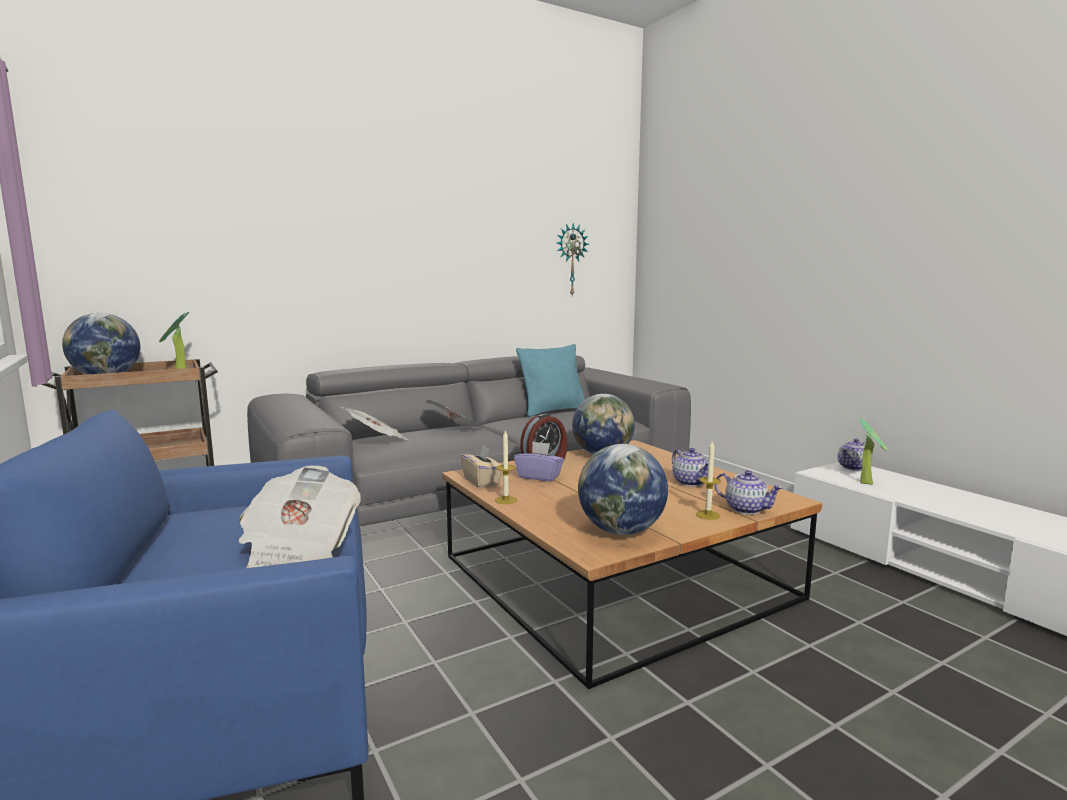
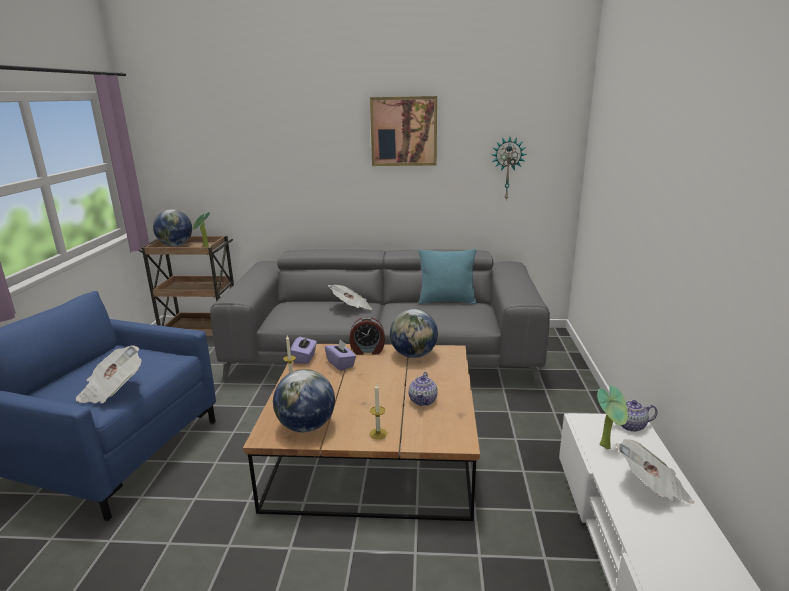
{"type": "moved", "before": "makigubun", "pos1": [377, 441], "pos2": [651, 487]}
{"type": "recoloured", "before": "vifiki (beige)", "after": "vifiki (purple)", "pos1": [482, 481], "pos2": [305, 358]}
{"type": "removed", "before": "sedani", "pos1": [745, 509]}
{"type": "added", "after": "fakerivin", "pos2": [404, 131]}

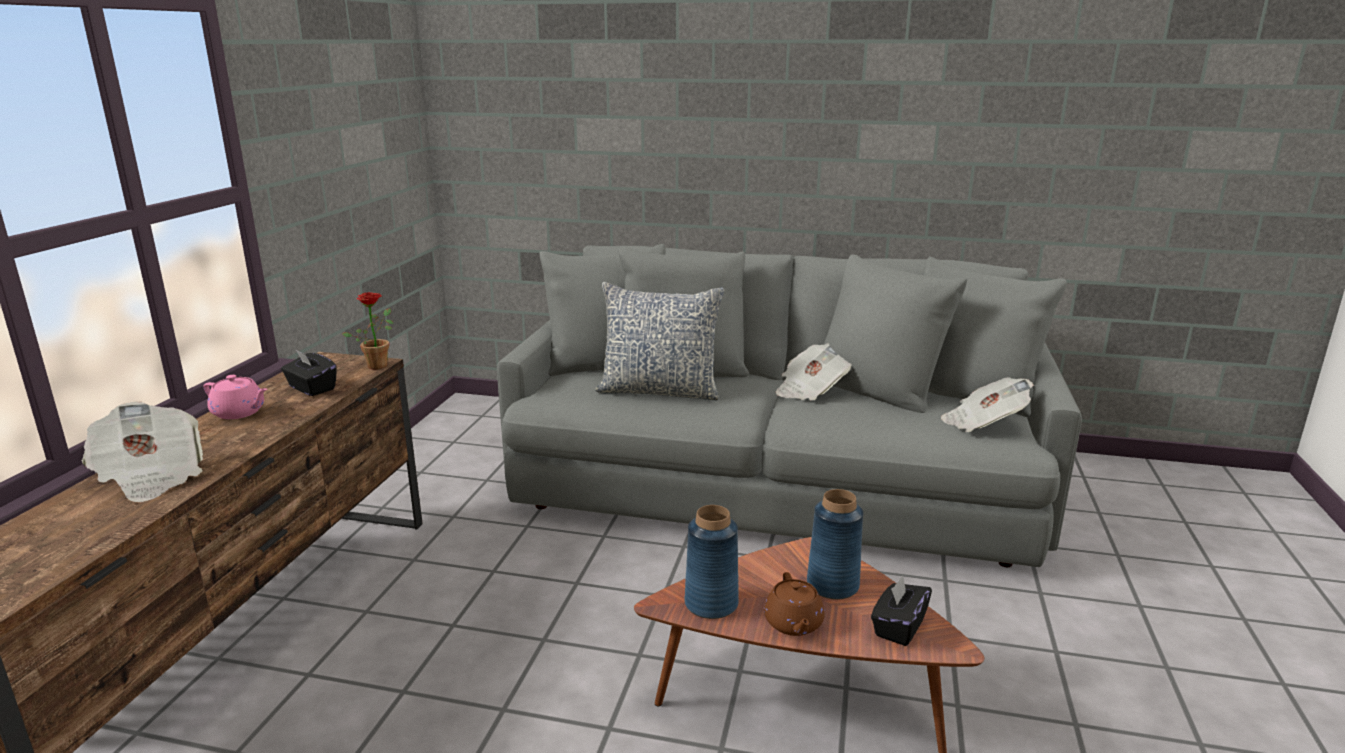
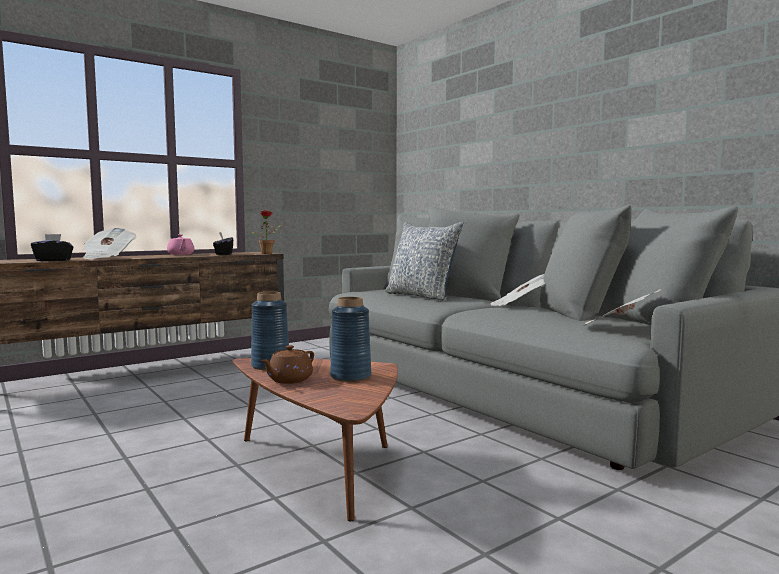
{"type": "moved", "before": "vifiki (black)", "pos1": [898, 627], "pos2": [53, 260]}

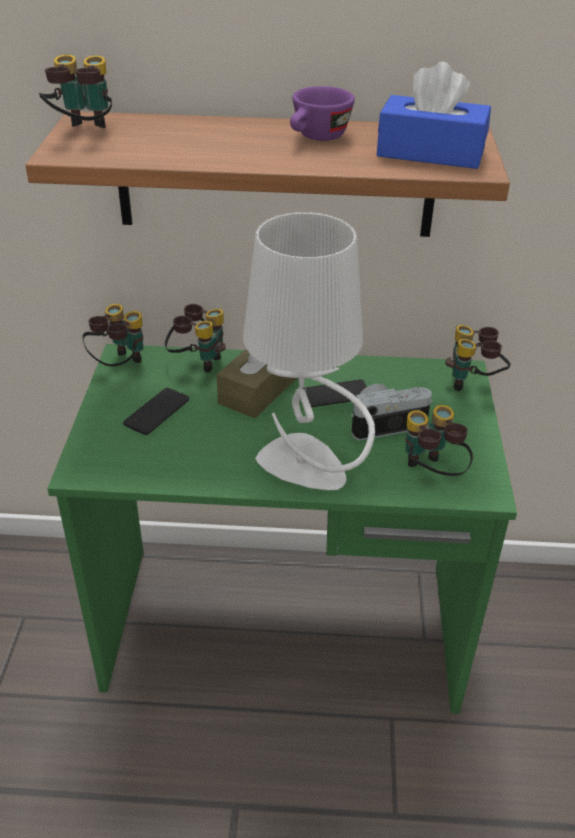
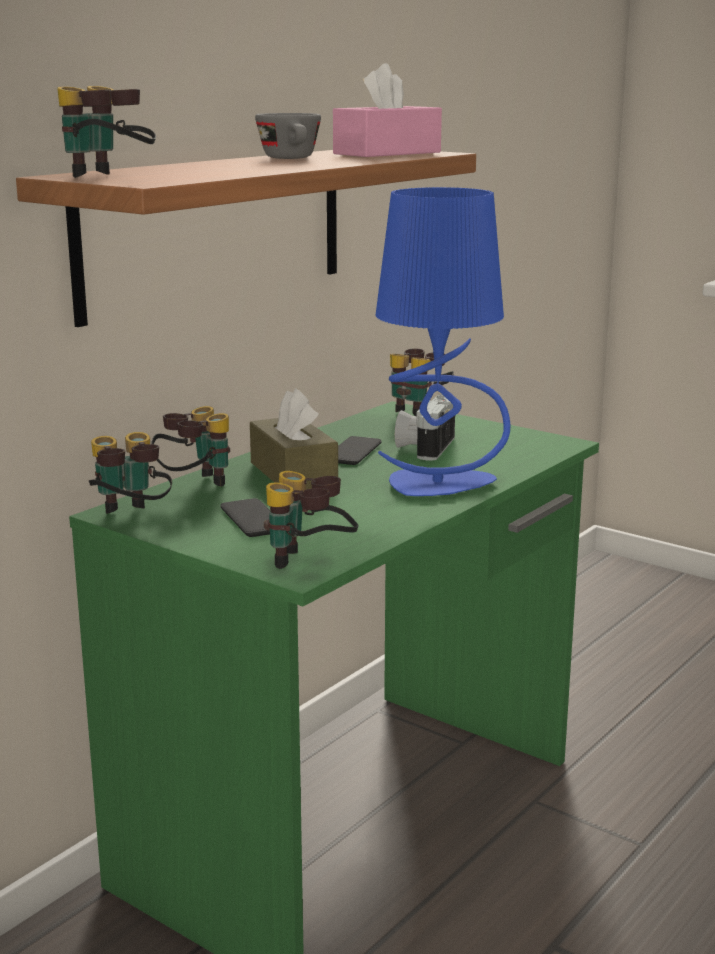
{"type": "recoloured", "before": "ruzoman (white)", "after": "ruzoman (blue)", "pos1": [304, 465], "pos2": [440, 485]}
{"type": "recoloured", "before": "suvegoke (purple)", "after": "suvegoke (grey)", "pos1": [317, 138], "pos2": [292, 158]}
{"type": "recoloured", "before": "vifiki (blue)", "after": "vifiki (pink)", "pos1": [430, 153], "pos2": [387, 153]}
{"type": "moved", "before": "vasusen", "pos1": [430, 474], "pos2": [310, 563]}

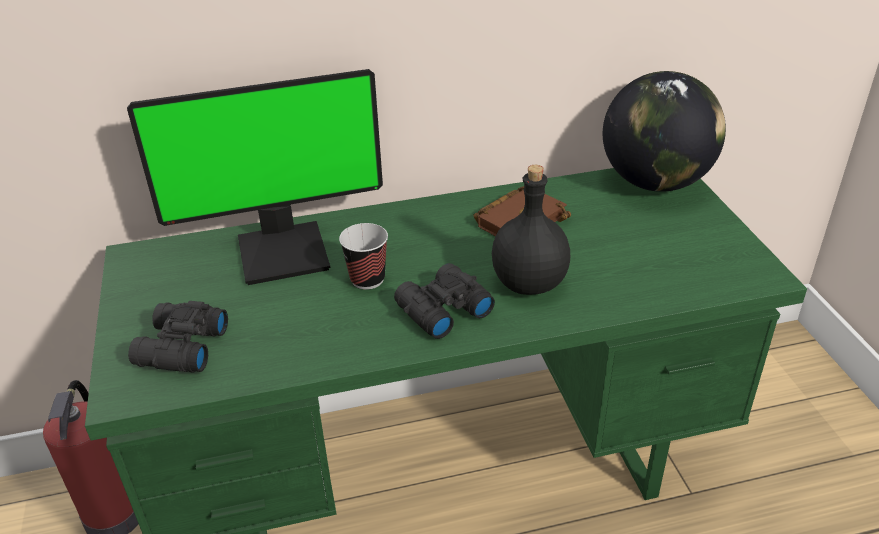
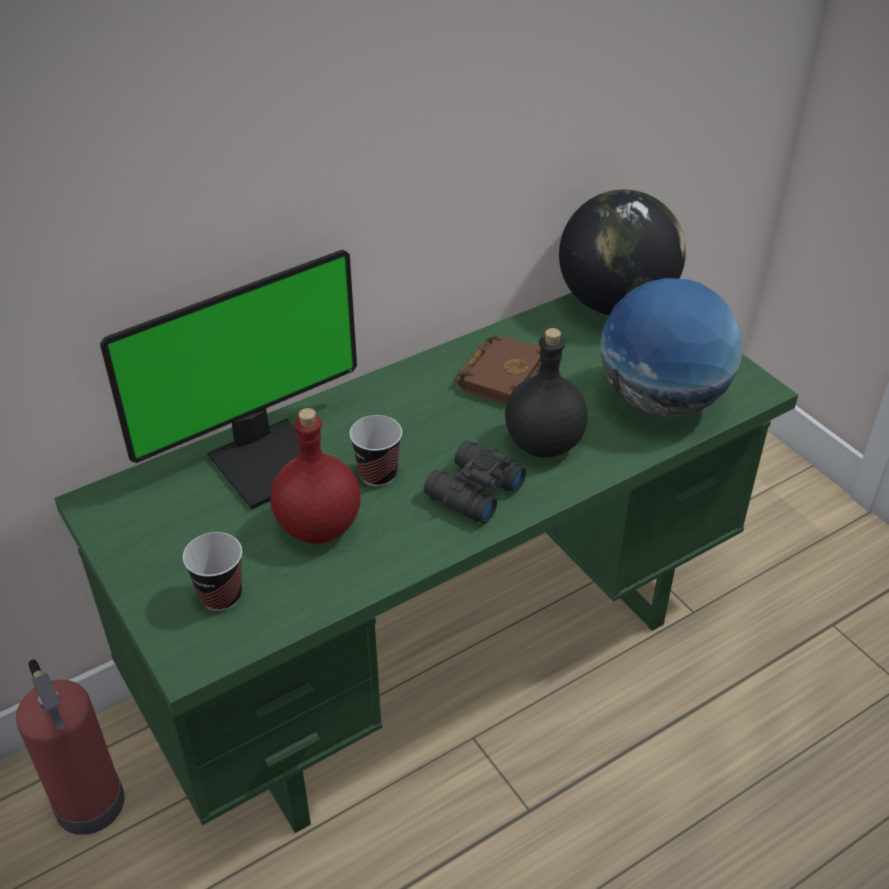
{"type": "replaced", "before": "vasusen (black)", "after": "suvegoke", "pos1": [180, 348], "pos2": [221, 596]}
{"type": "added", "after": "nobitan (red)", "pos2": [319, 527]}
{"type": "added", "after": "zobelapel", "pos2": [661, 401]}

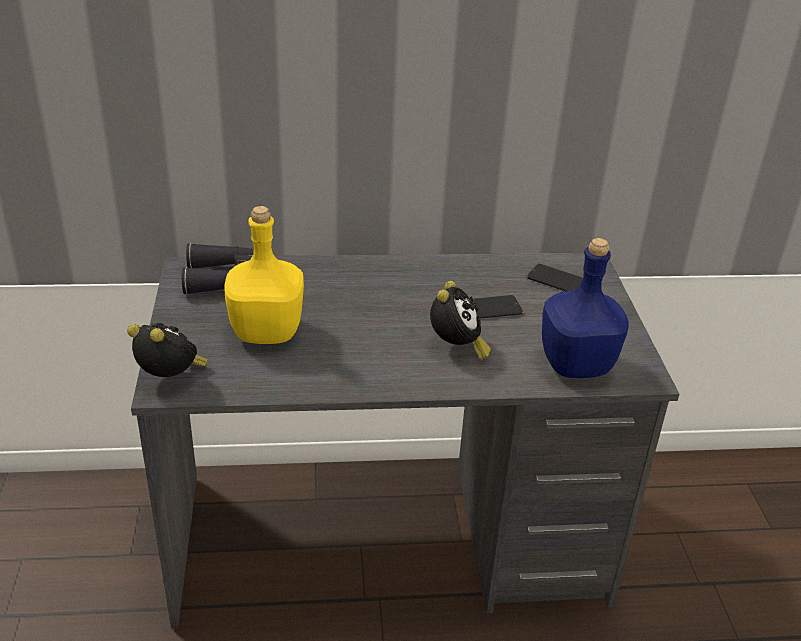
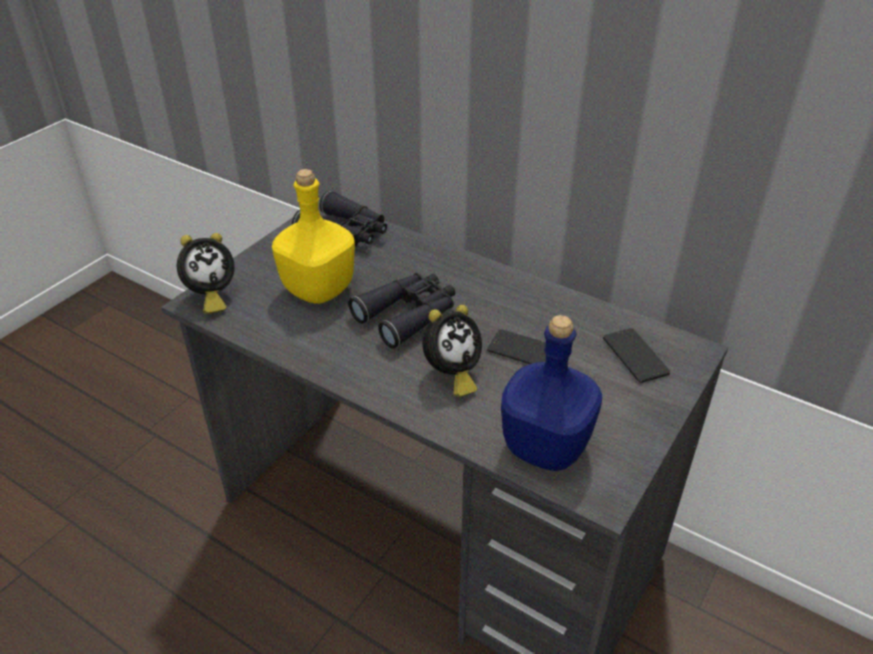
{"type": "turned", "before": "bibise", "pos1": [171, 379], "pos2": [210, 297], "turn": 75}
{"type": "added", "after": "vasusen (black)", "pos2": [408, 315]}

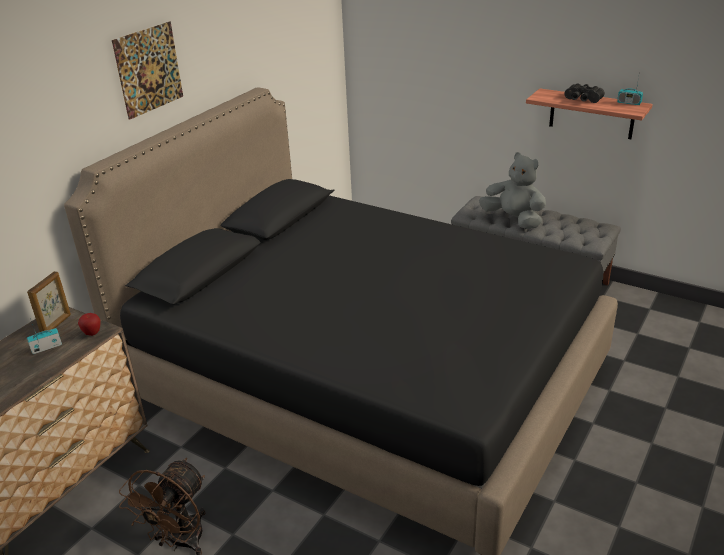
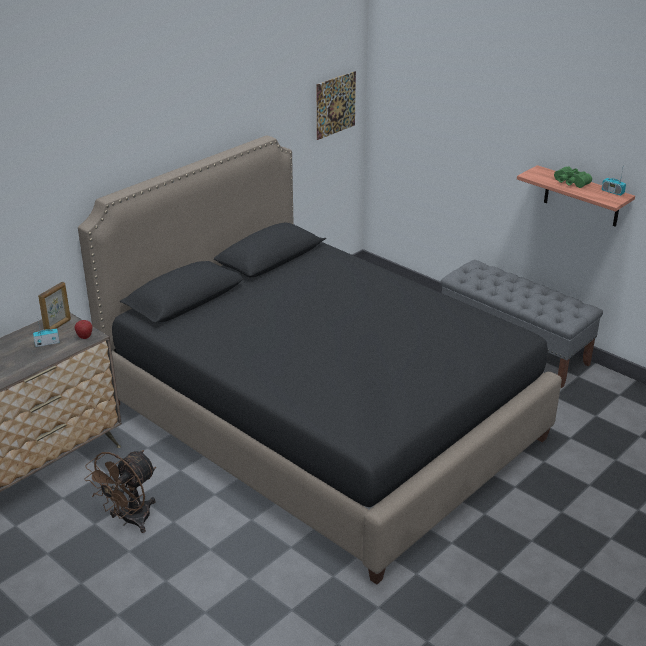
{"type": "moved", "before": "fakerivin", "pos1": [149, 70], "pos2": [335, 105]}
{"type": "removed", "before": "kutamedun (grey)", "pos1": [514, 219]}
{"type": "recoloured", "before": "vasusen (black)", "after": "vasusen (green)", "pos1": [582, 100], "pos2": [570, 183]}

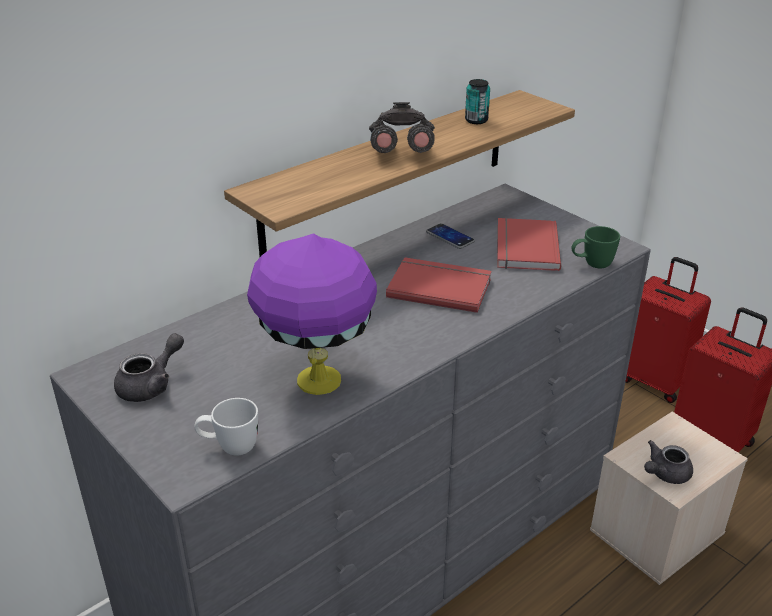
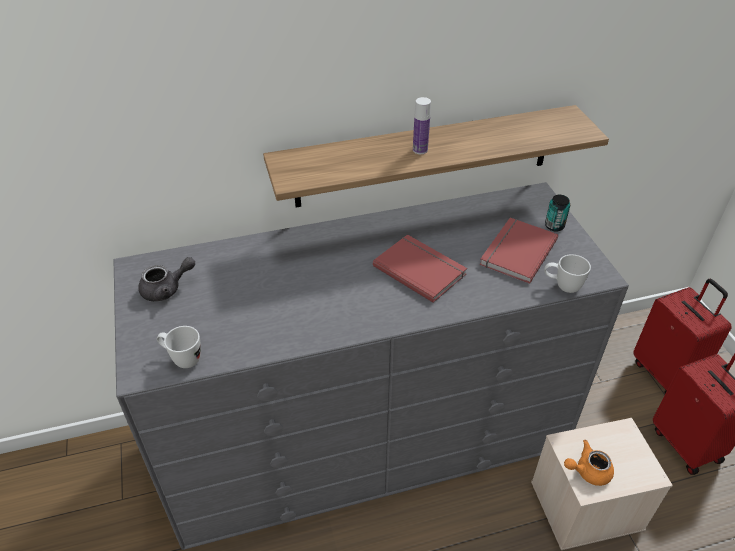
{"type": "removed", "before": "ruzoman (purple)", "pos1": [316, 381]}
{"type": "replaced", "before": "vasusen (grey)", "after": "nobitan", "pos1": [400, 153], "pos2": [420, 150]}
{"type": "removed", "before": "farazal", "pos1": [450, 237]}
{"type": "moved", "before": "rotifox", "pos1": [476, 120], "pos2": [554, 226]}
{"type": "recoloured", "before": "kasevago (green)", "after": "kasevago (white)", "pos1": [591, 265], "pos2": [562, 286]}
{"type": "recoloured", "before": "sedani (grey)", "after": "sedani (orange)", "pos1": [665, 474], "pos2": [588, 471]}

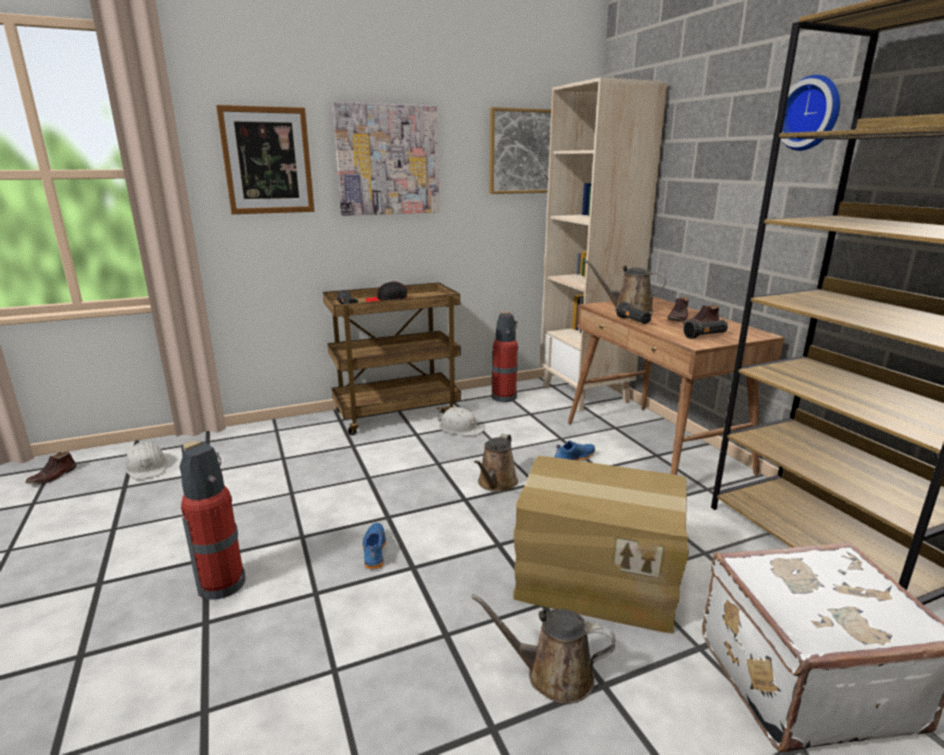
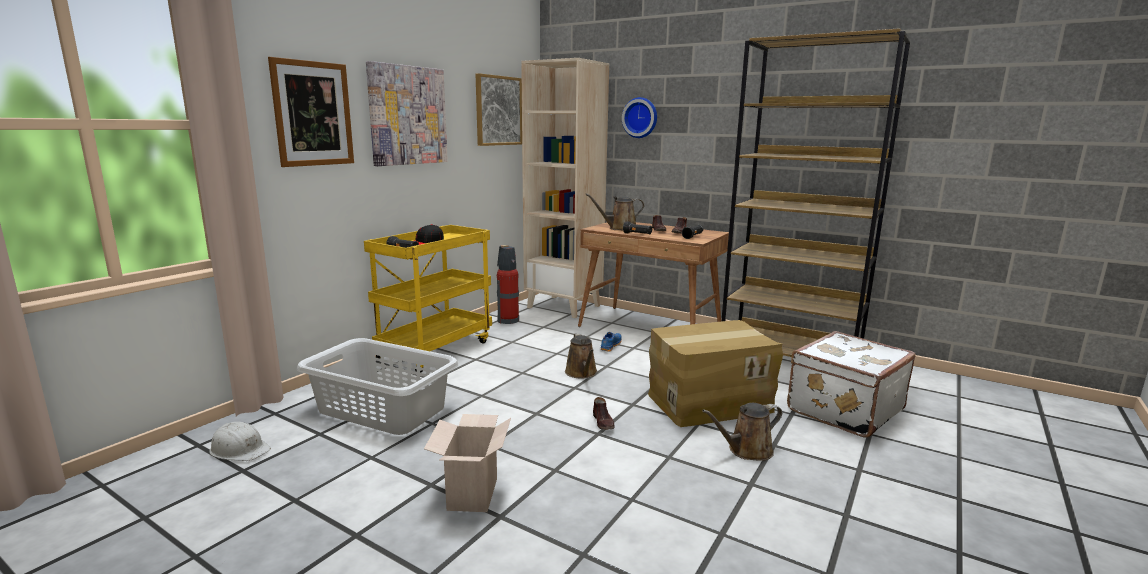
{"type": "moved", "before": "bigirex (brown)", "pos1": [53, 476], "pos2": [603, 422]}
{"type": "replaced", "before": "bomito", "after": "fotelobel", "pos1": [220, 583], "pos2": [471, 492]}
{"type": "recoloured", "before": "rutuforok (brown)", "after": "rutuforok (yellow)", "pos1": [397, 413], "pos2": [435, 349]}
{"type": "removed", "before": "bigirex (blue)", "pos1": [373, 551]}
{"type": "removed", "before": "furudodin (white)", "pos1": [460, 428]}
{"type": "moved", "before": "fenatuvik", "pos1": [811, 113], "pos2": [640, 117]}
{"type": "added", "after": "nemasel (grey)", "pos2": [382, 409]}

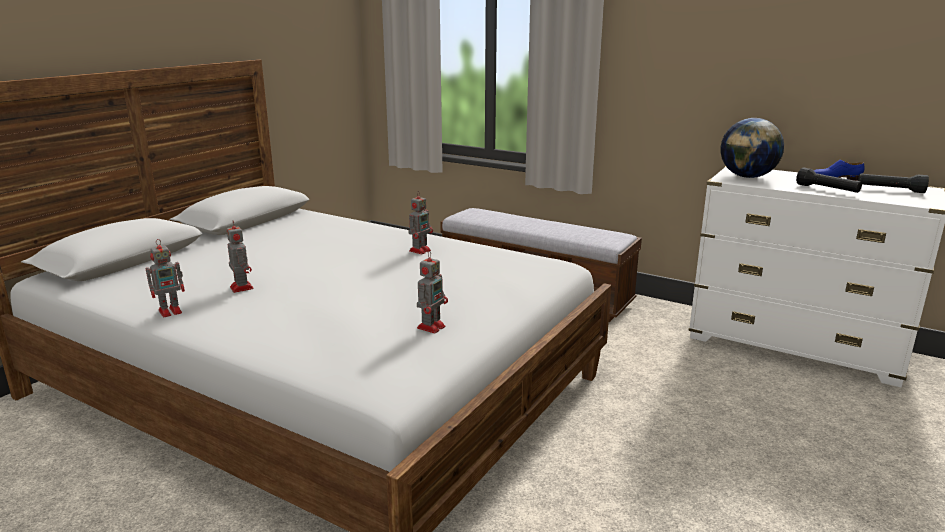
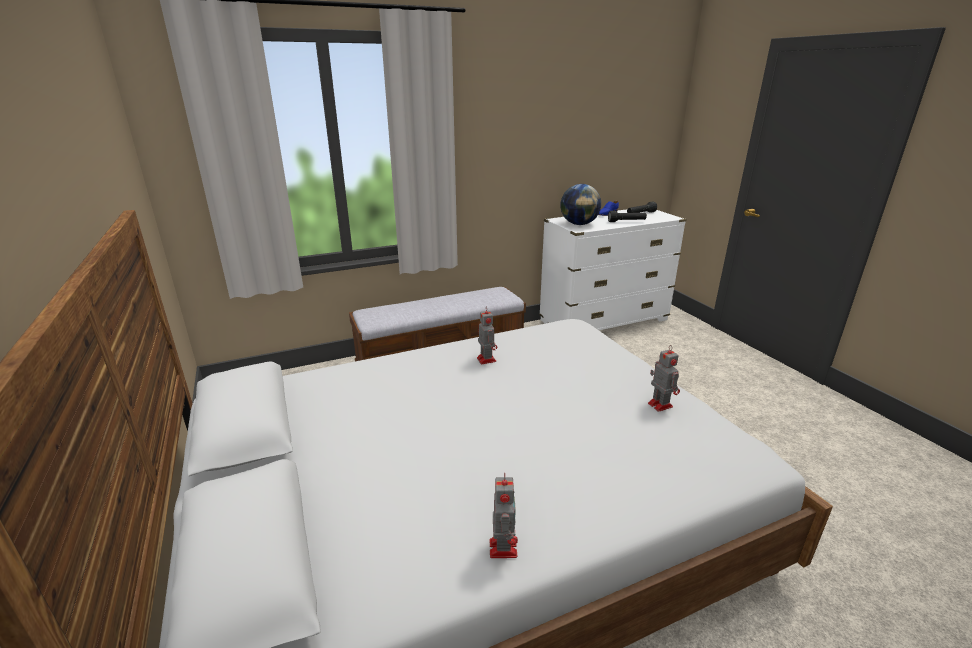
{"type": "removed", "before": "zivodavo", "pos1": [241, 287]}

